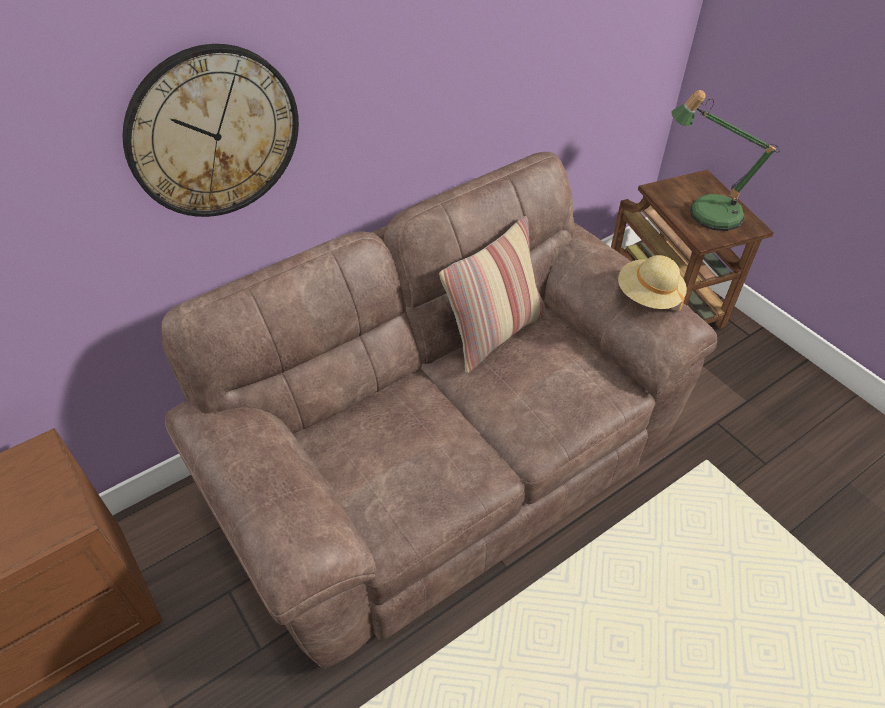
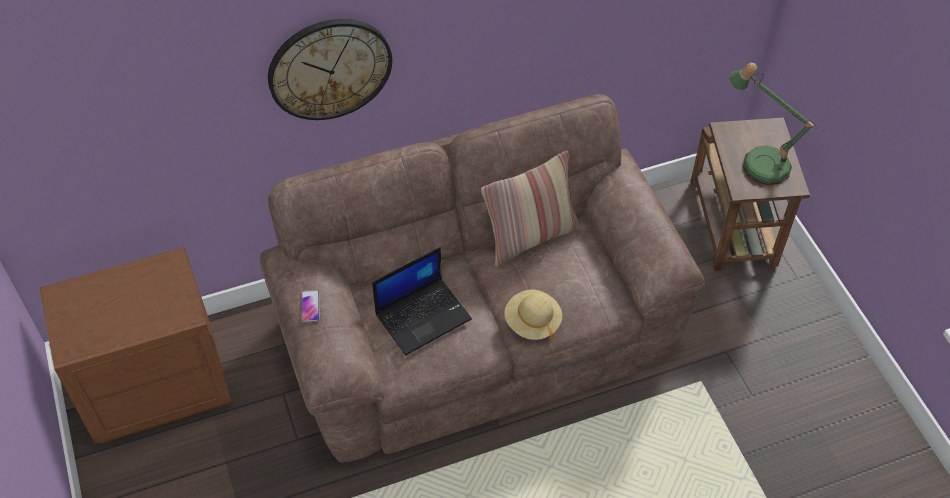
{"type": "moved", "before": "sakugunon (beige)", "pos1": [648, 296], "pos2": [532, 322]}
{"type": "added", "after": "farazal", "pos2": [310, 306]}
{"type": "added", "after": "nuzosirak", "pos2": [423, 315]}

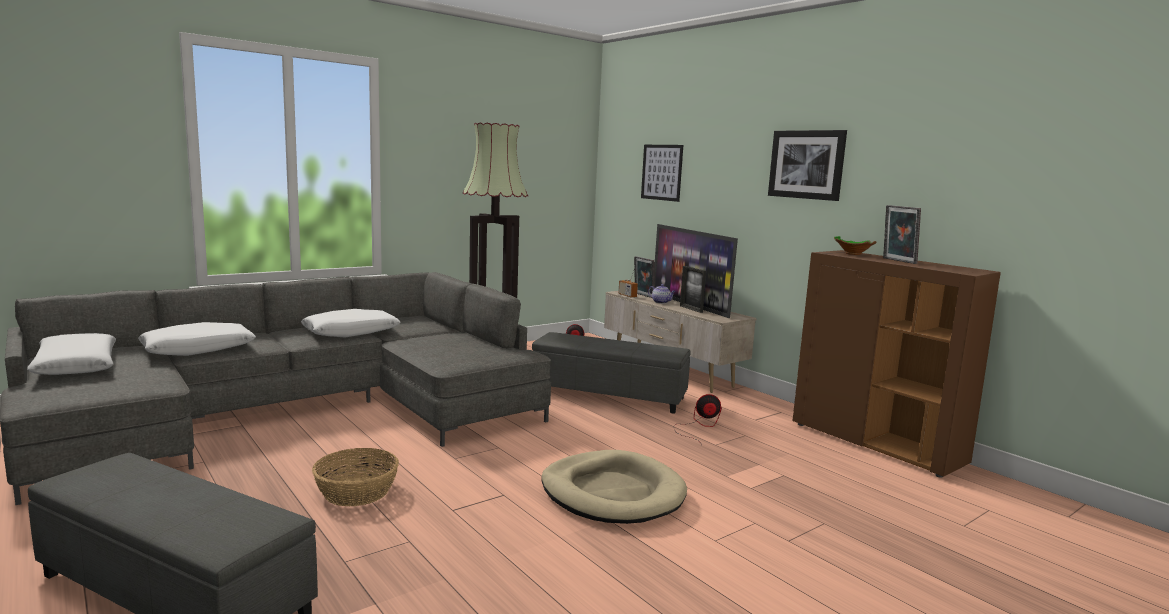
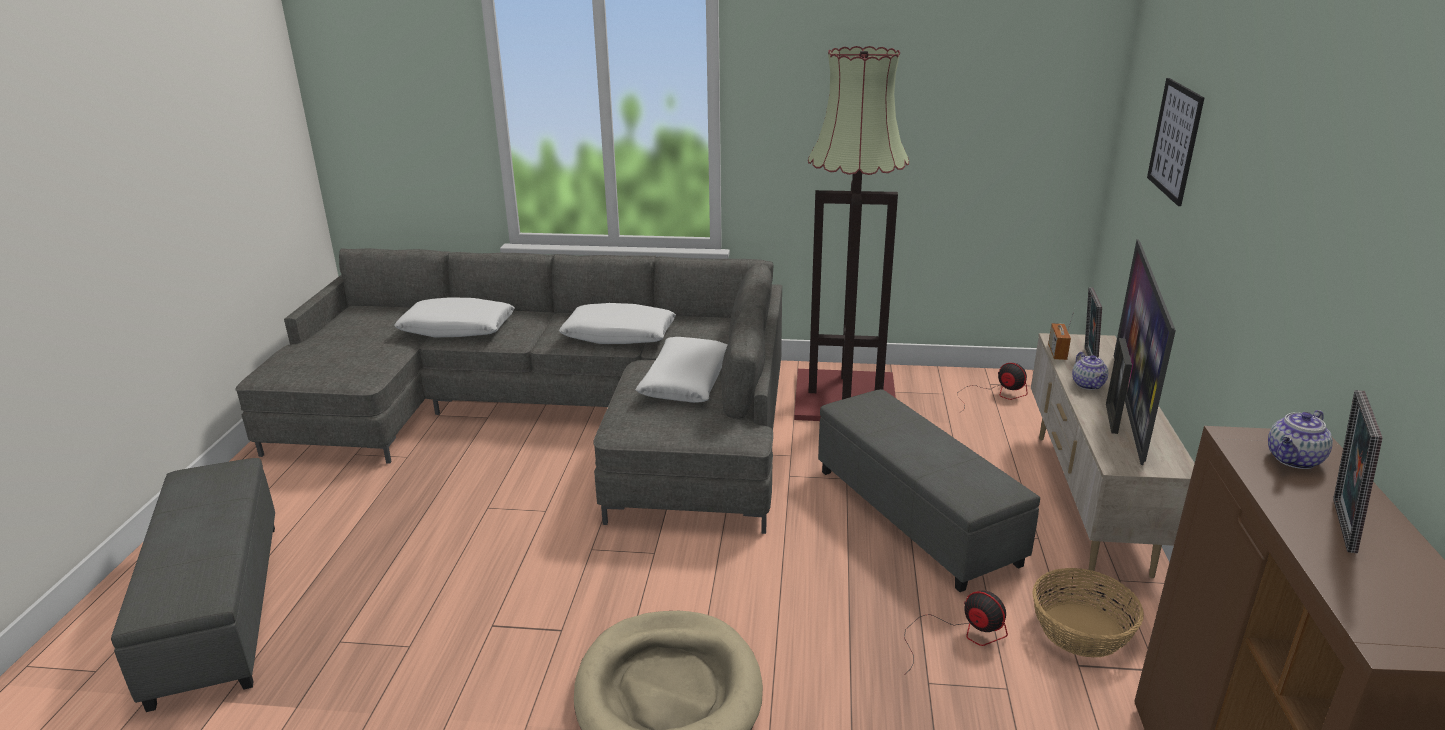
{"type": "moved", "before": "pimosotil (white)", "pos1": [76, 366], "pos2": [685, 381]}
{"type": "moved", "before": "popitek", "pos1": [356, 491], "pos2": [1081, 629]}
{"type": "removed", "before": "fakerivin", "pos1": [806, 164]}
{"type": "replaced", "before": "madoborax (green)", "after": "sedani", "pos1": [853, 254], "pos2": [1294, 460]}

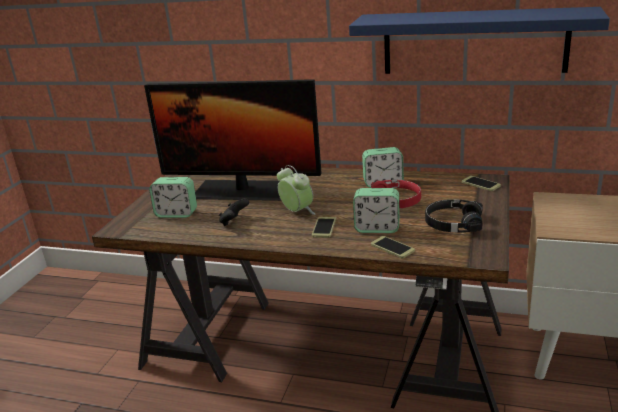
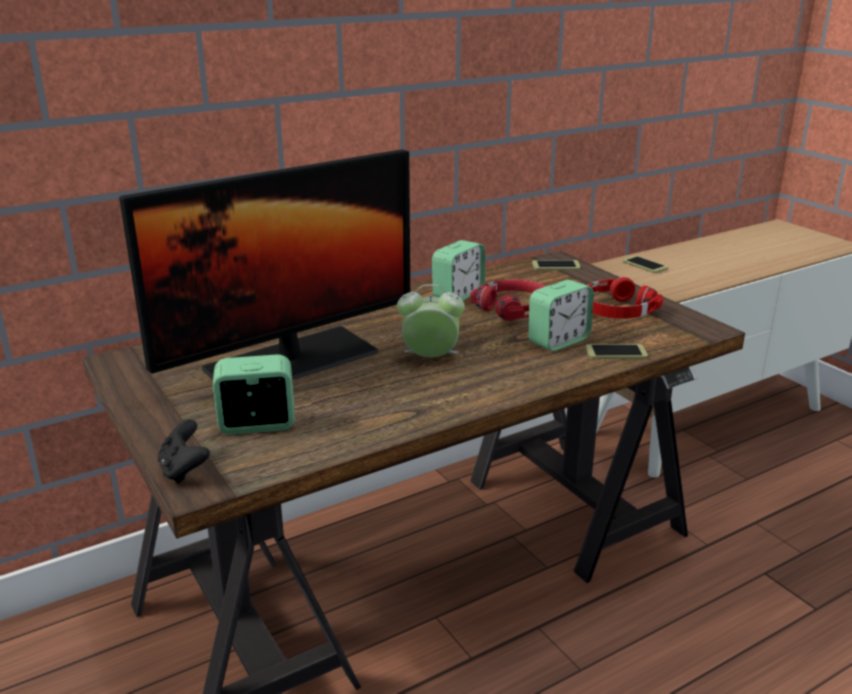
{"type": "turned", "before": "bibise", "pos1": [176, 213], "pos2": [257, 425], "turn": -150}
{"type": "moved", "before": "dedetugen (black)", "pos1": [234, 222], "pos2": [184, 470]}
{"type": "moved", "before": "farazal", "pos1": [324, 228], "pos2": [645, 265]}
{"type": "removed", "before": "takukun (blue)", "pos1": [473, 42]}
{"type": "recoloured", "before": "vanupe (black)", "after": "vanupe (red)", "pos1": [453, 224], "pos2": [615, 310]}

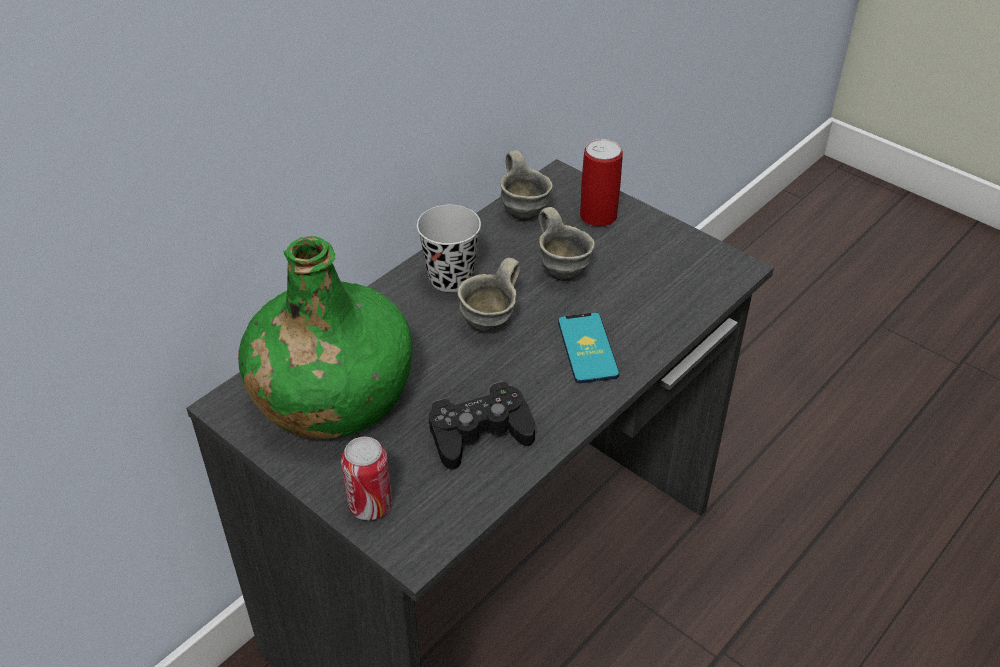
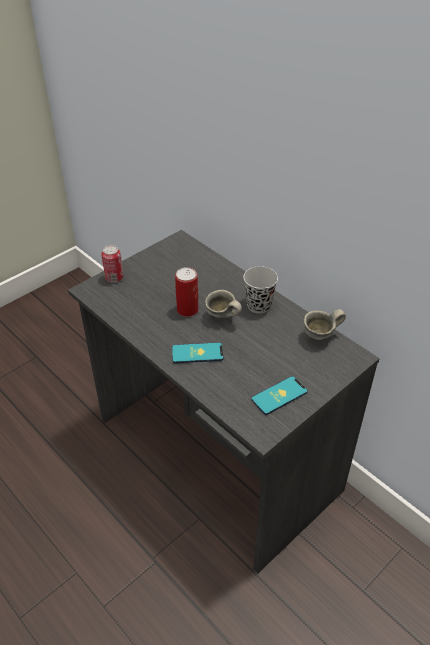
{"type": "removed", "before": "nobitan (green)", "pos1": [332, 395]}
{"type": "removed", "before": "dedetugen (black)", "pos1": [480, 433]}
{"type": "removed", "before": "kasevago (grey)", "pos1": [563, 269]}
{"type": "moved", "before": "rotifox", "pos1": [598, 216], "pos2": [187, 310]}
{"type": "added", "after": "farazal", "pos2": [279, 396]}

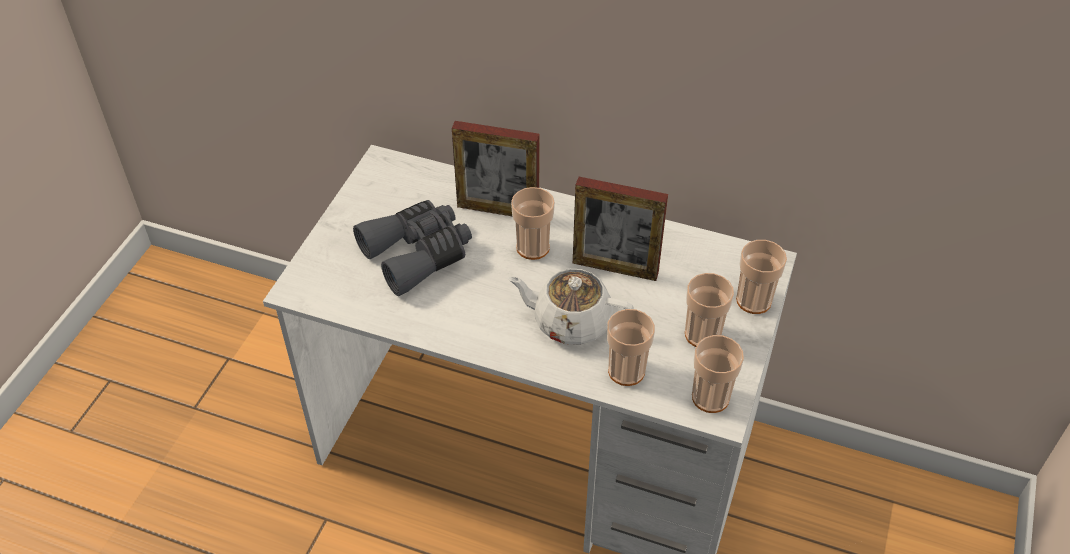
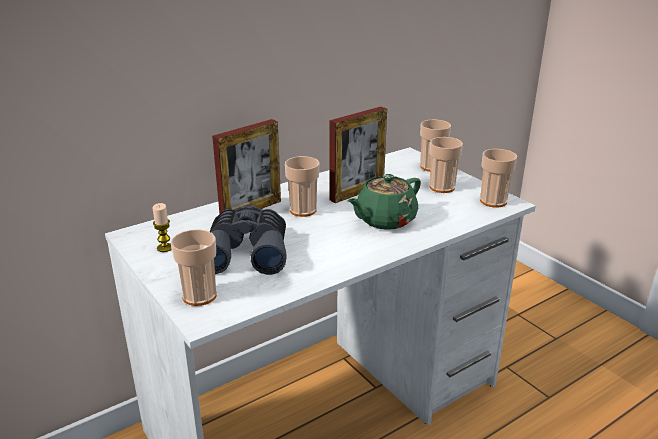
{"type": "recoloured", "before": "sedani (white)", "after": "sedani (green)", "pos1": [571, 321], "pos2": [384, 220]}
{"type": "moved", "before": "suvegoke", "pos1": [626, 371], "pos2": [199, 296]}
{"type": "added", "after": "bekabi", "pos2": [165, 248]}

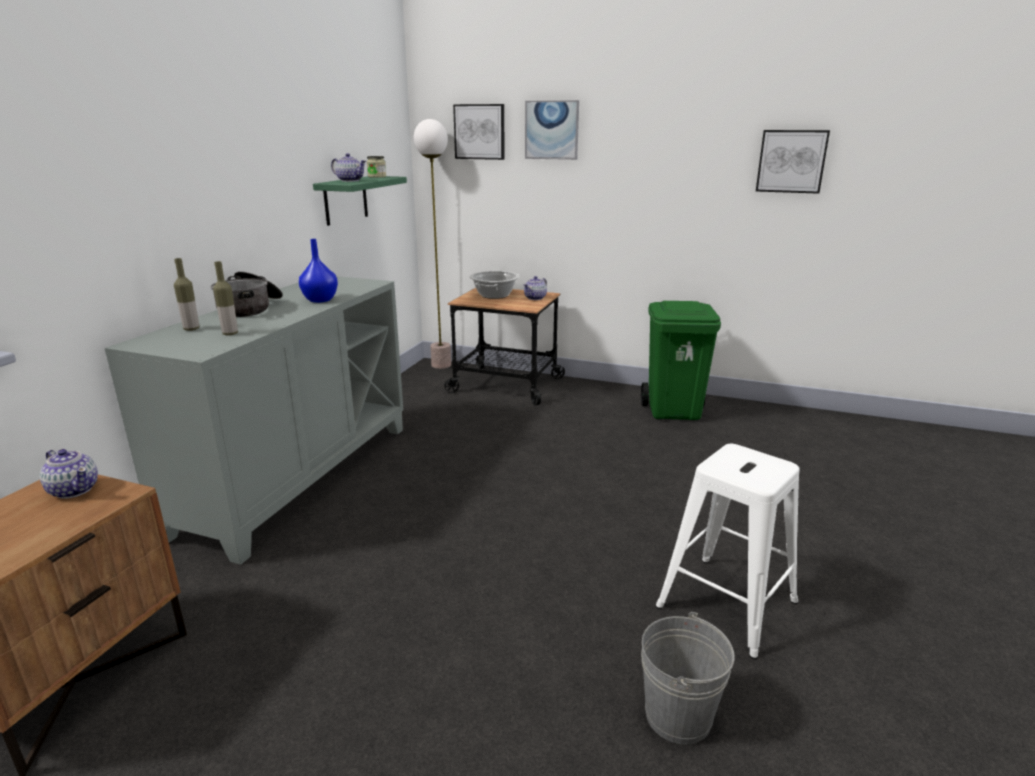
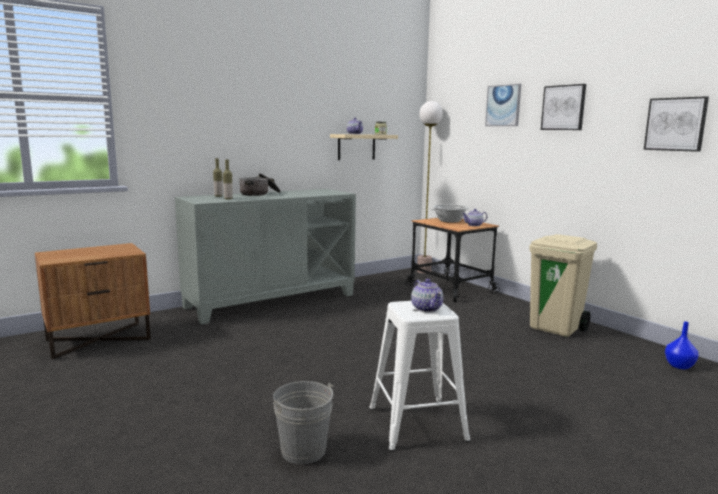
{"type": "moved", "before": "sedani", "pos1": [74, 490], "pos2": [426, 308]}
{"type": "moved", "before": "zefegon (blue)", "pos1": [321, 300], "pos2": [680, 366]}
{"type": "recoloured", "before": "takukun (green)", "after": "takukun (beige)", "pos1": [345, 200], "pos2": [356, 147]}
{"type": "moved", "before": "fakerivin", "pos1": [479, 132], "pos2": [563, 107]}
{"type": "recoloured", "before": "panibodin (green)", "after": "panibodin (beige)", "pos1": [674, 411], "pos2": [556, 328]}

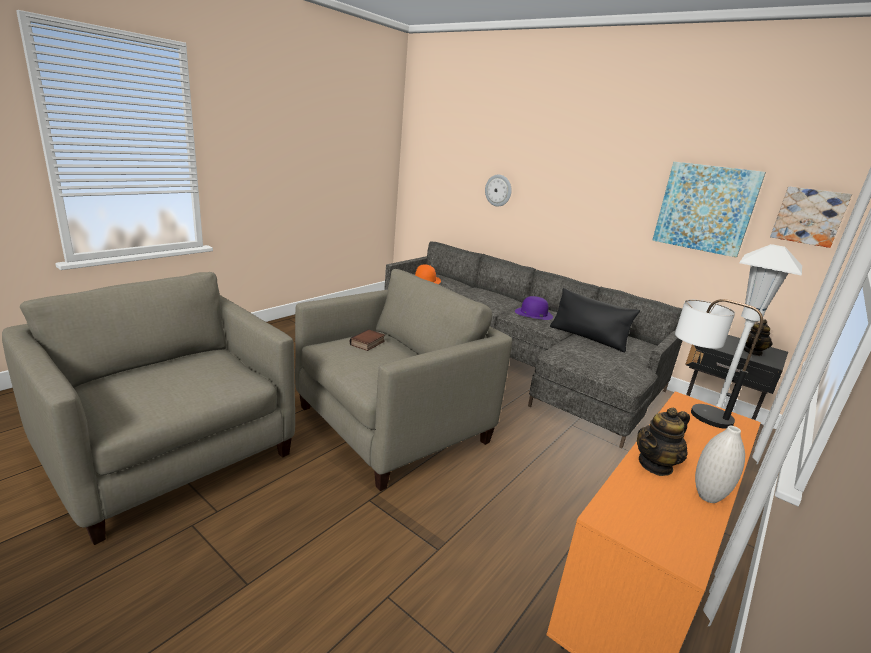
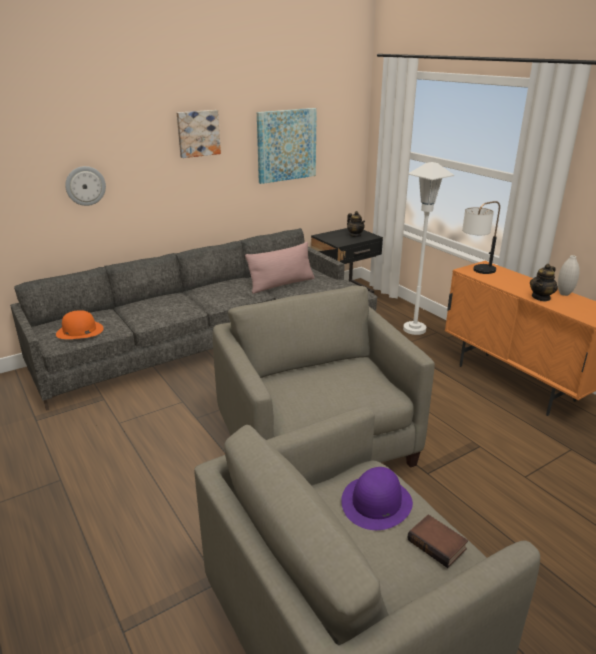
{"type": "moved", "before": "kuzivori", "pos1": [368, 343], "pos2": [438, 544]}
{"type": "moved", "before": "sakugunon (purple)", "pos1": [533, 314], "pos2": [376, 502]}
{"type": "recoloured", "before": "pimosotil (black)", "after": "pimosotil (pink)", "pos1": [587, 338], "pos2": [281, 284]}
{"type": "turned", "before": "sedani", "pos1": [655, 465], "pos2": [541, 297], "turn": 60}
{"type": "moved", "before": "fakerivin", "pos1": [809, 216], "pos2": [198, 133]}

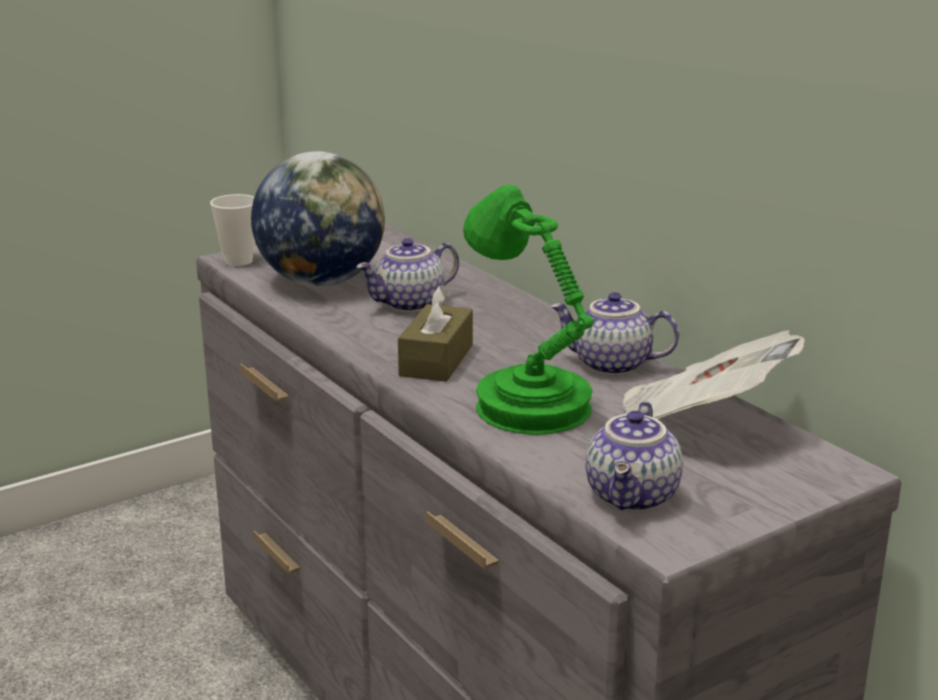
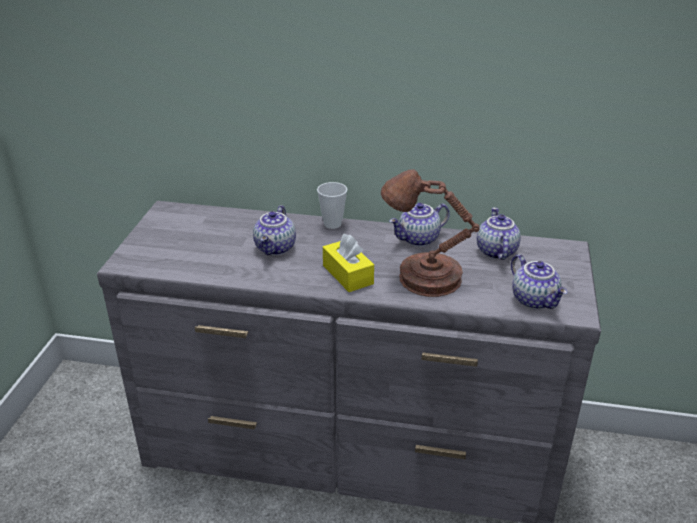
{"type": "moved", "before": "suvegoke", "pos1": [238, 261], "pos2": [332, 224]}
{"type": "removed", "before": "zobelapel", "pos1": [321, 282]}
{"type": "recoloured", "before": "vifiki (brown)", "after": "vifiki (yellow)", "pos1": [436, 360], "pos2": [348, 274]}
{"type": "recoloured", "before": "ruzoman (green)", "after": "ruzoman (brown)", "pos1": [526, 404], "pos2": [424, 278]}
{"type": "replaced", "before": "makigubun", "after": "sedani", "pos1": [699, 422], "pos2": [495, 251]}

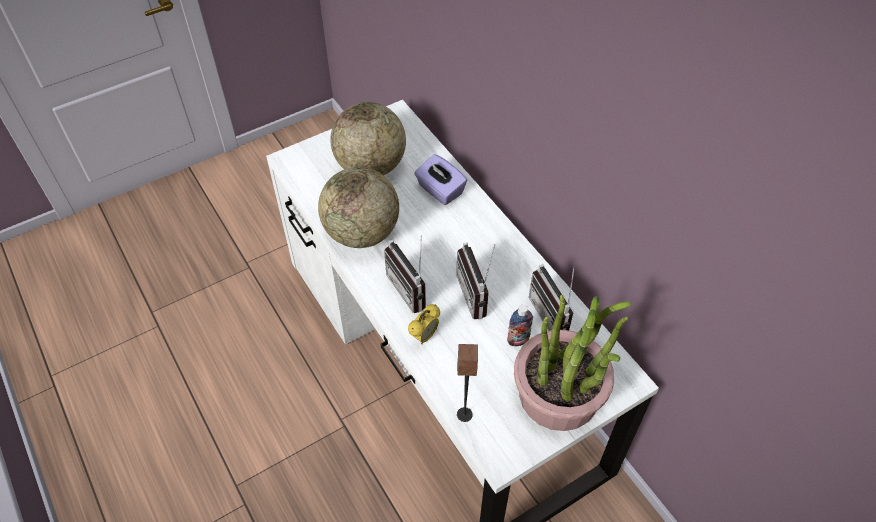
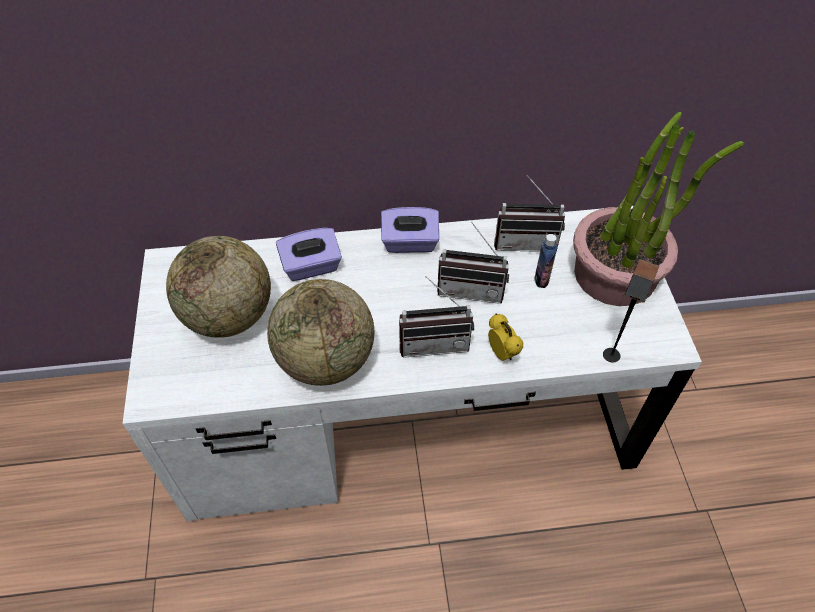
{"type": "added", "after": "vifiki (purple)", "pos2": [410, 243]}

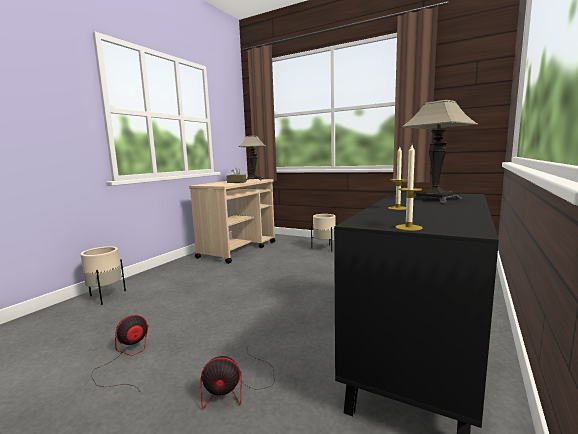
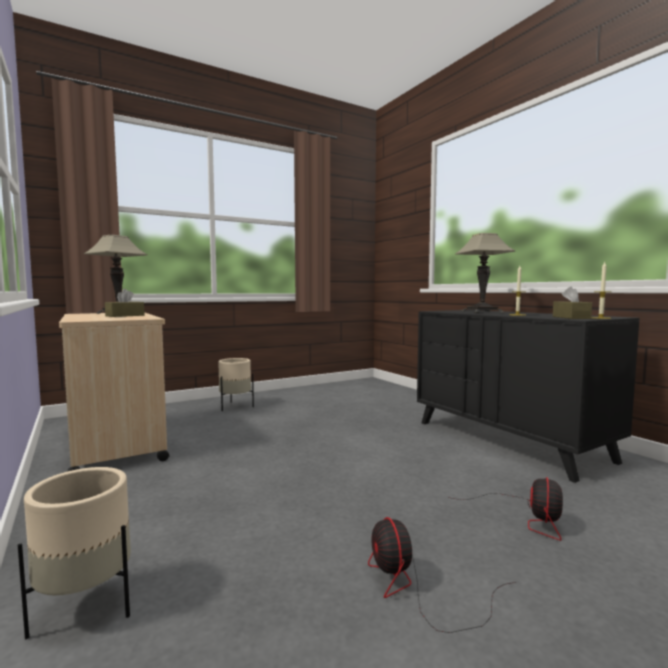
{"type": "added", "after": "vifiki (brown)", "pos2": [571, 317]}

